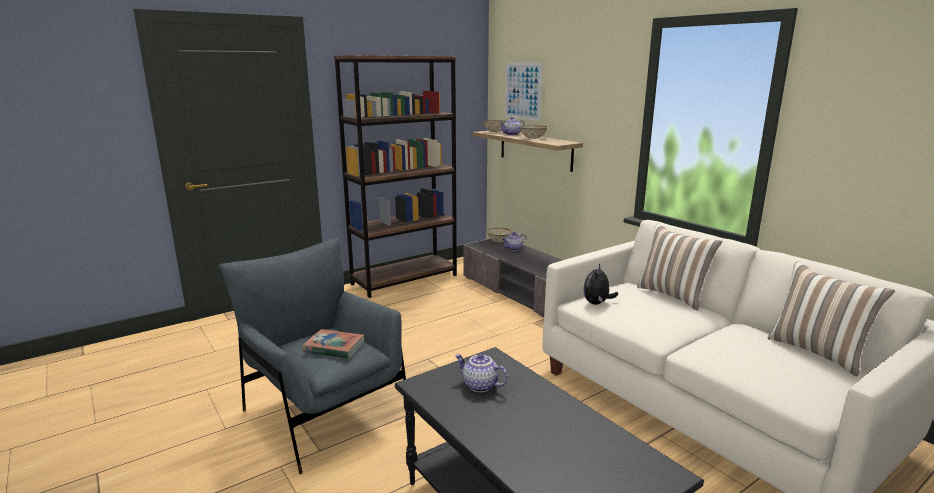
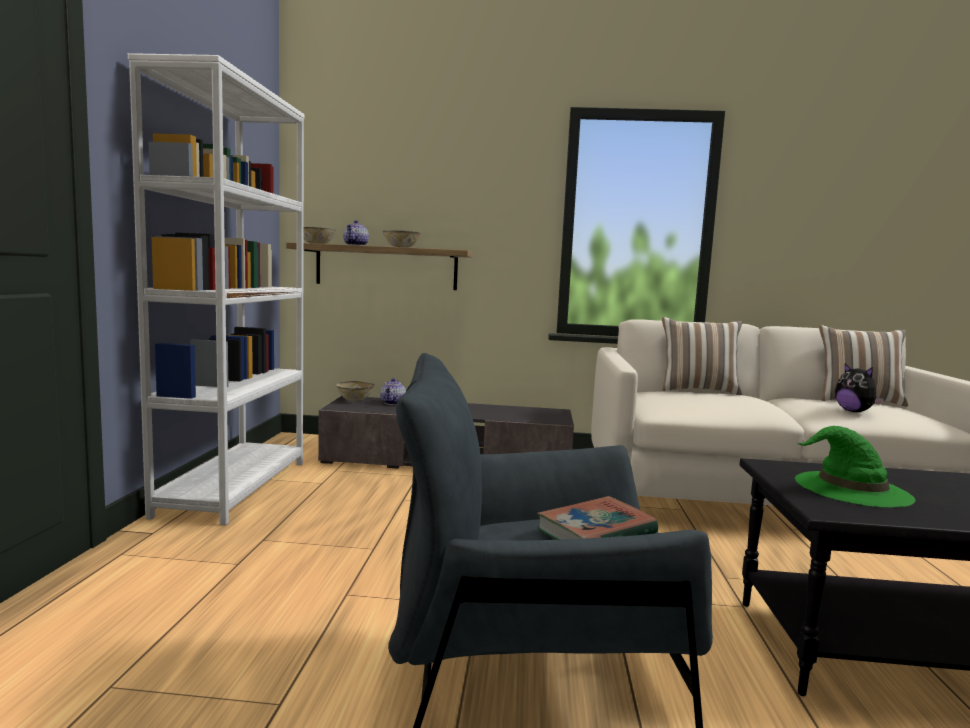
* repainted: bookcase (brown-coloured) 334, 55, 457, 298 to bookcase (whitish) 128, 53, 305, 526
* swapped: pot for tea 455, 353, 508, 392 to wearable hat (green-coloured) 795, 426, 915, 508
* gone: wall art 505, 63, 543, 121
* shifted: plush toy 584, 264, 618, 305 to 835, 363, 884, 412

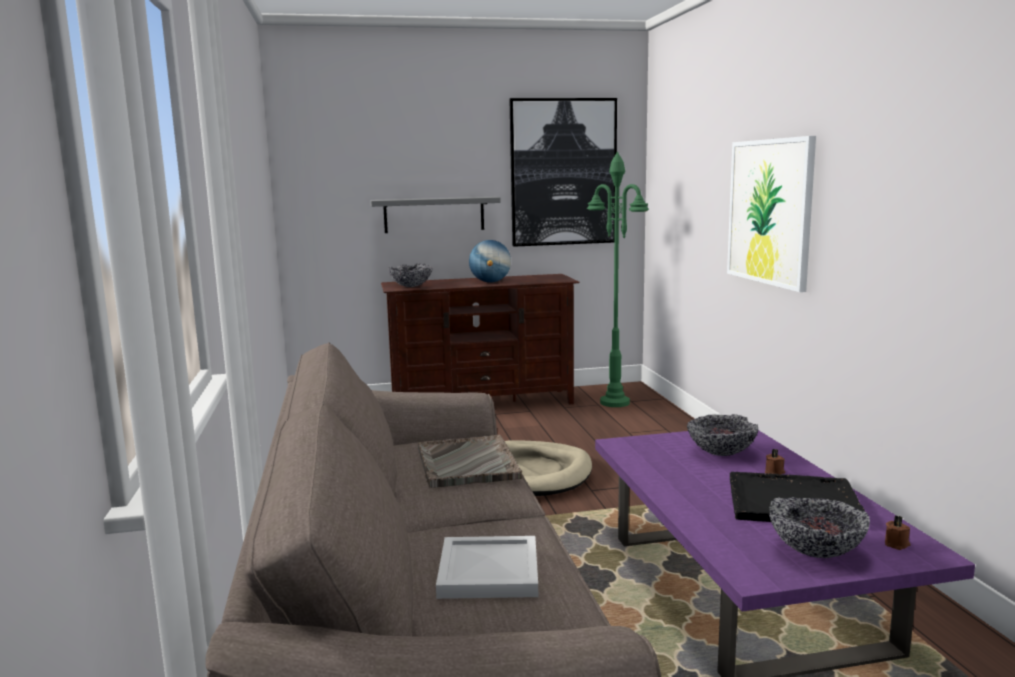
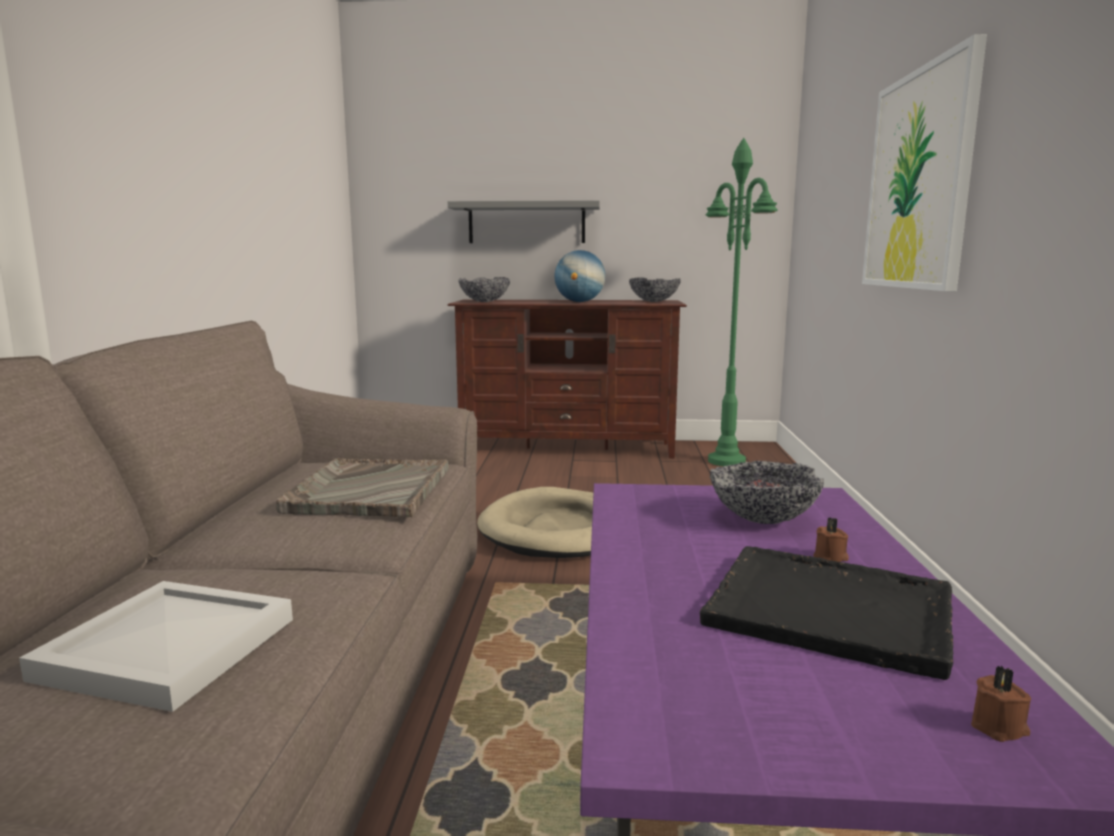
* gone: wall art 509, 98, 617, 247
* shifted: deep dish 769, 497, 870, 558 to 629, 278, 680, 302

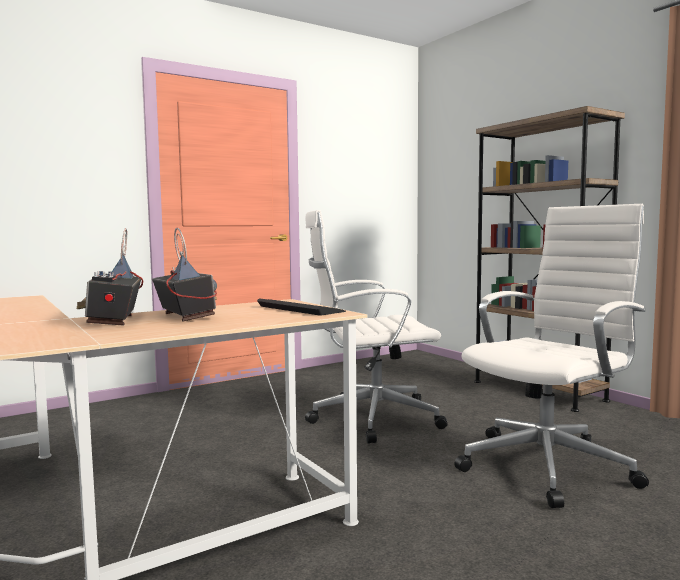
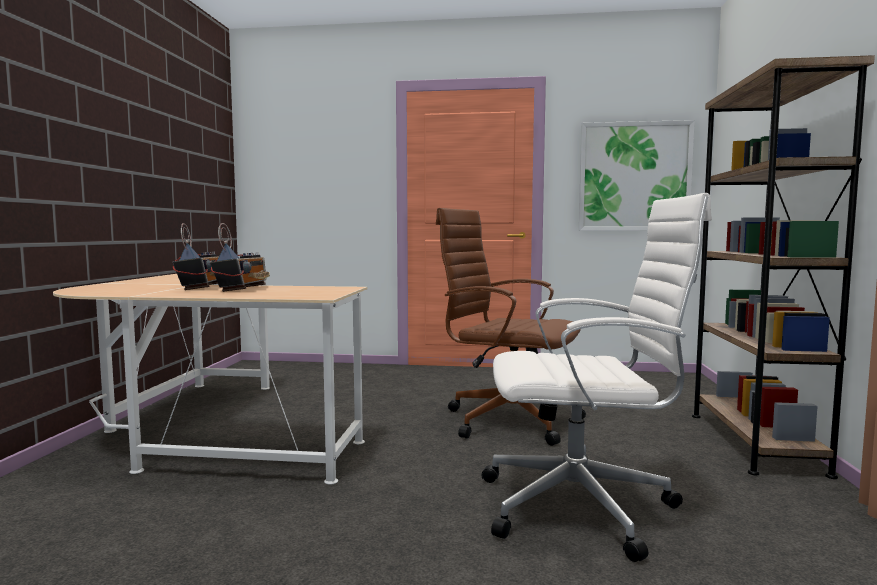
* rotated: radio set 77, 228, 143, 326 = 172, 223, 219, 290 150 degrees clockwise
* gone: keyboard 257, 299, 346, 316
* repainted: computer chair (whitish) 305, 210, 447, 444 to computer chair (brown-coloured) 436, 208, 586, 446
* new: wall art 579, 120, 695, 231

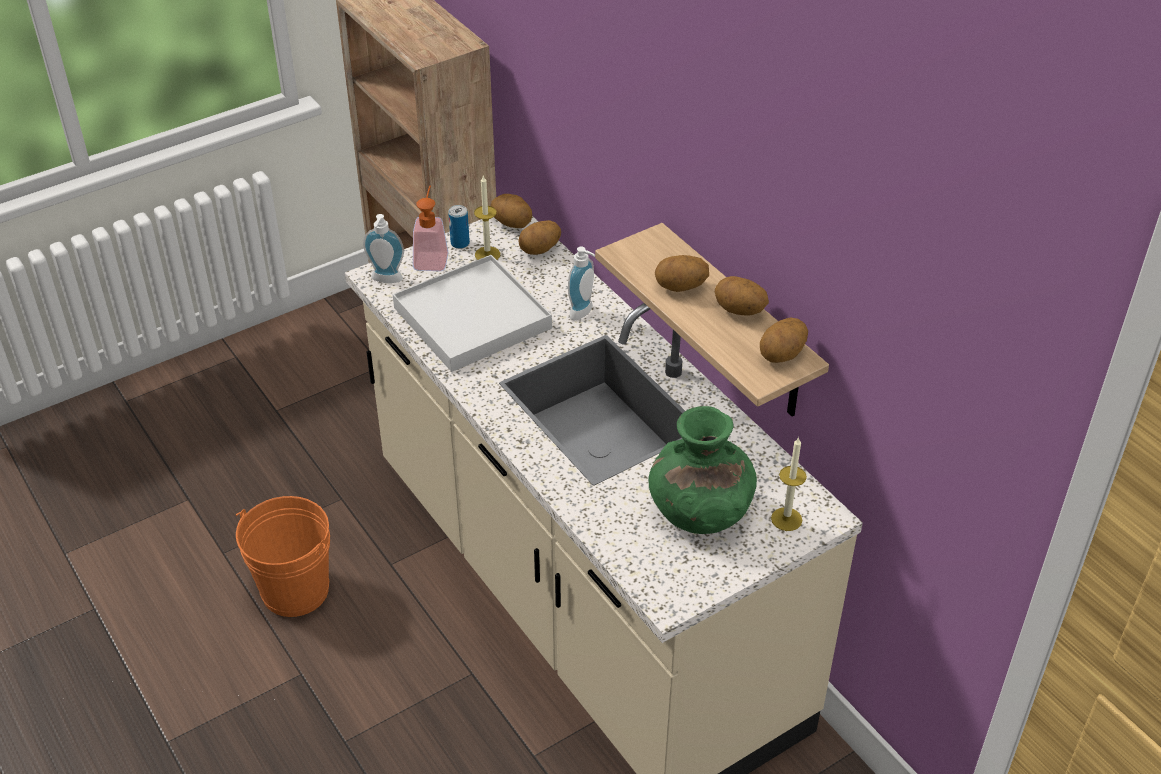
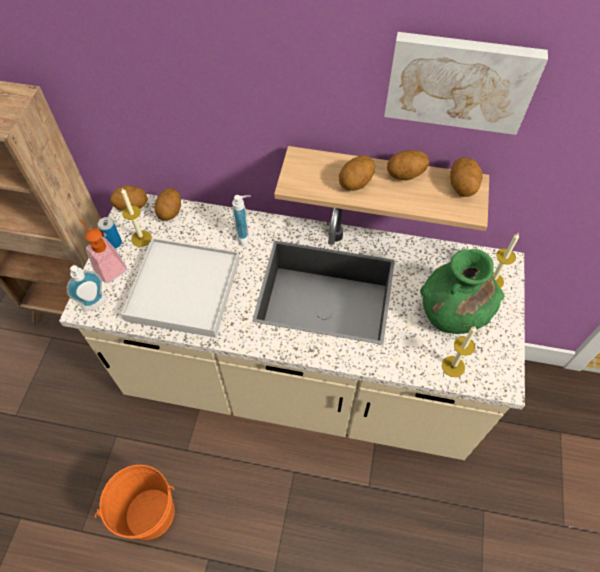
* new: wall art 384, 32, 548, 135
* new: wax light 442, 326, 477, 377

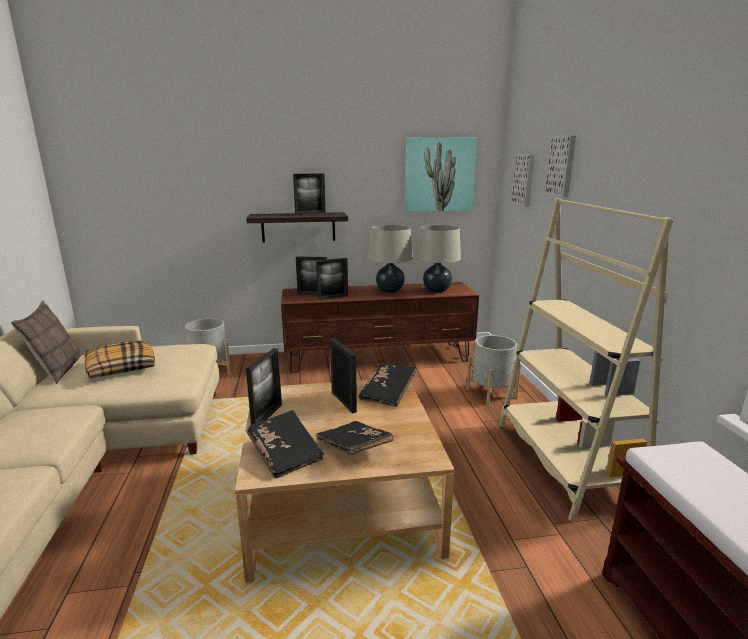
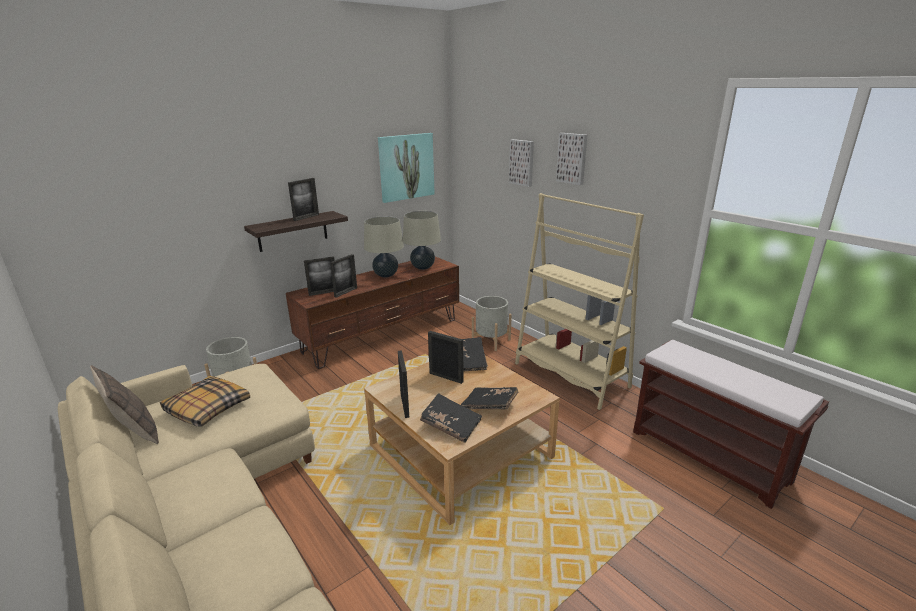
* shifted: wall art 511, 154, 535, 206 to 556, 133, 587, 185

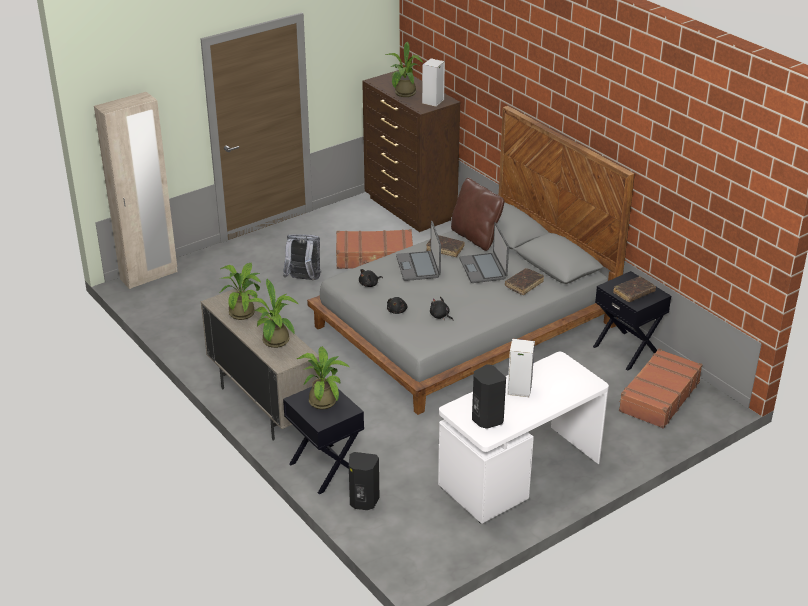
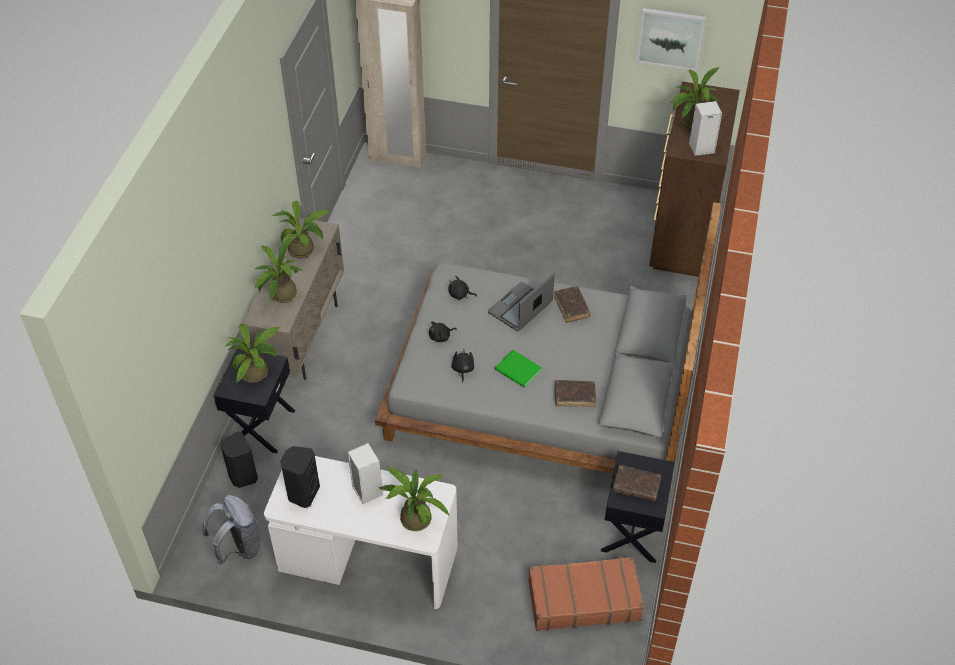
* shifted: backpack (greyish) 283, 234, 321, 280 to 203, 495, 261, 565
* gone: travel case (brown-coloured) 336, 229, 413, 269
* gone: throw pillow (brown-coloured) 451, 178, 504, 251
* gone: laptop 459, 222, 509, 283
* new: houseplant 379, 466, 450, 531
* new: book (green-coloured) 494, 350, 542, 388
* new: wall art 636, 8, 706, 71

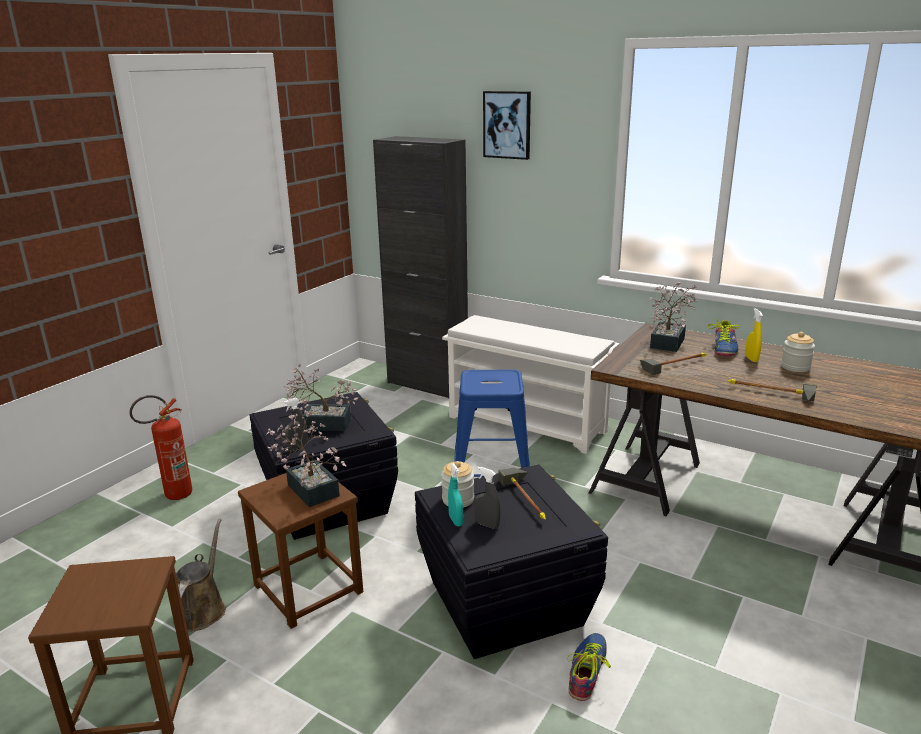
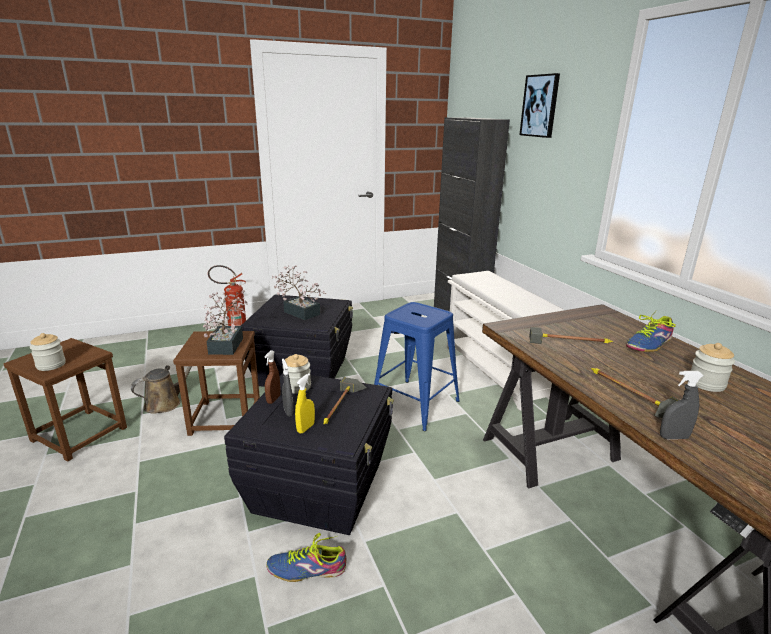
* shifted: sprayer (greyish) 284, 398, 308, 450 to 660, 371, 704, 439
* repainted: sprayer (turquoise-coloured) 448, 463, 463, 526 to sprayer (brown-coloured) 264, 350, 281, 404
* rotated: item of footwear 567, 633, 611, 701 = 266, 533, 346, 582 150 degrees counterclockwise
* gone: houseplant 649, 282, 697, 352
* shifted: sprayer (yellow-coloured) 745, 308, 763, 362 to 295, 373, 315, 434
* new: storage jar 30, 333, 66, 371

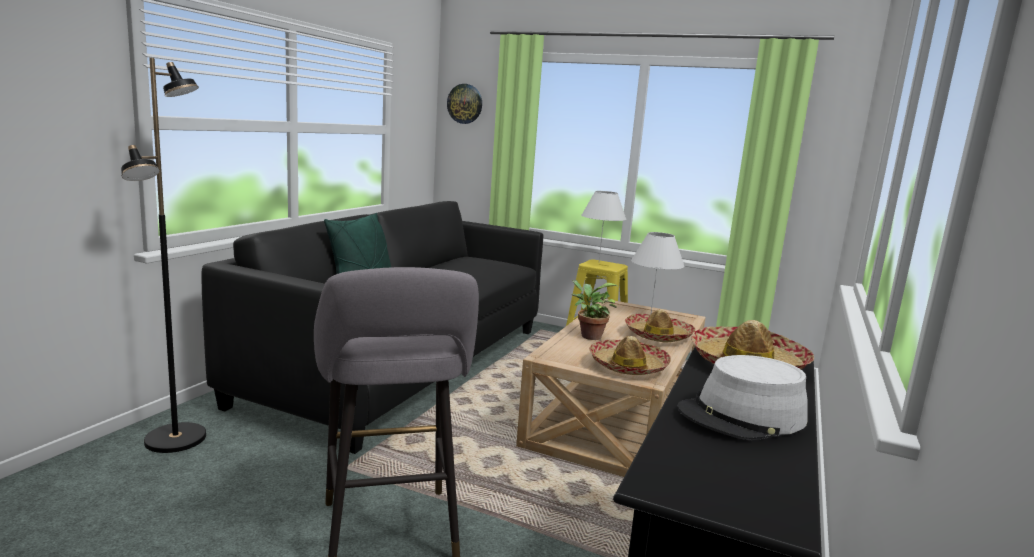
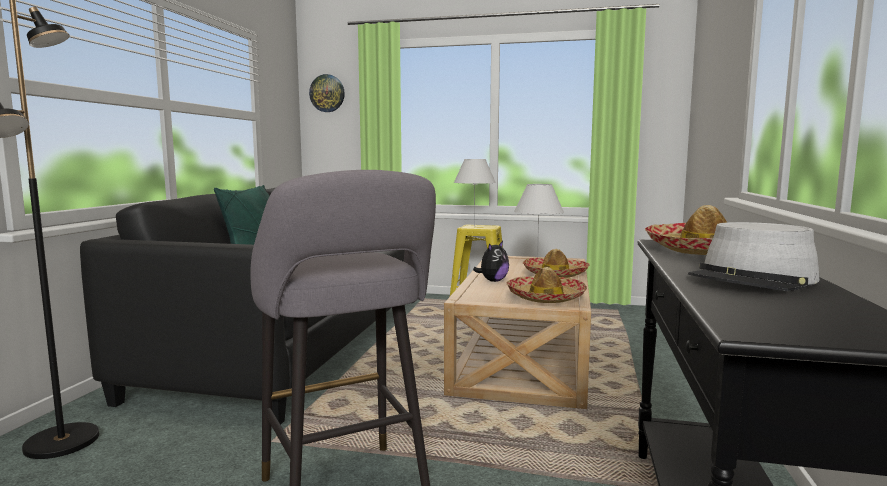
* swapped: houseplant 572, 280, 617, 340 to plush toy 473, 241, 509, 282

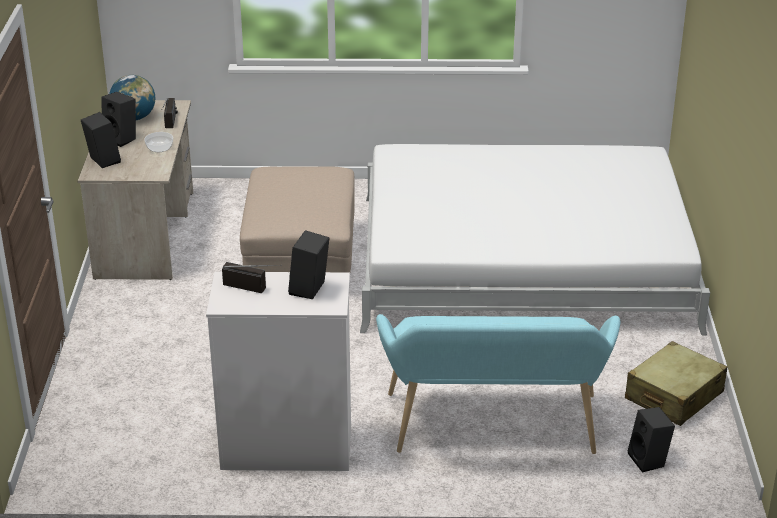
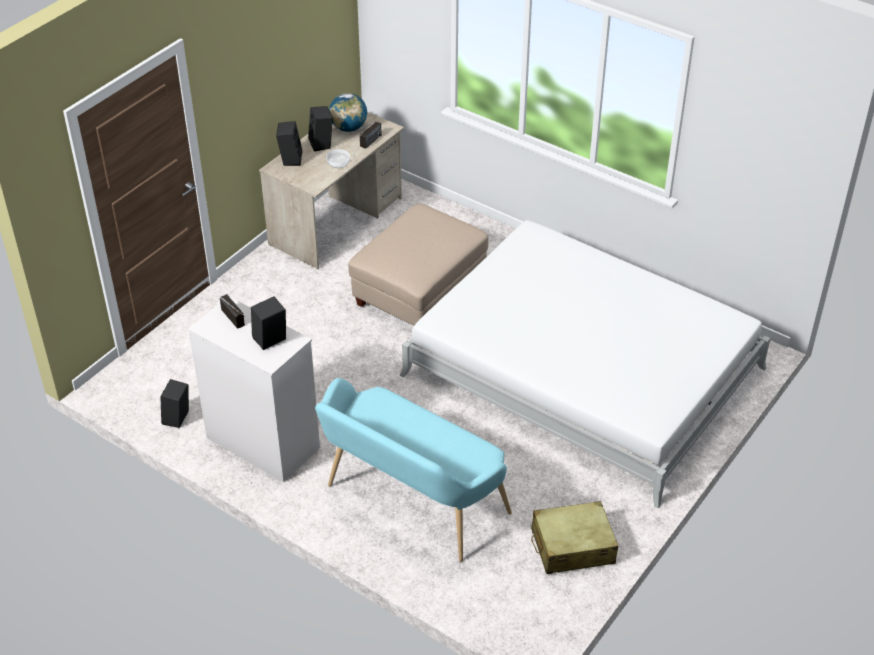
* shifted: loudspeaker (black-coloured) 628, 407, 675, 473 to 160, 379, 189, 428

